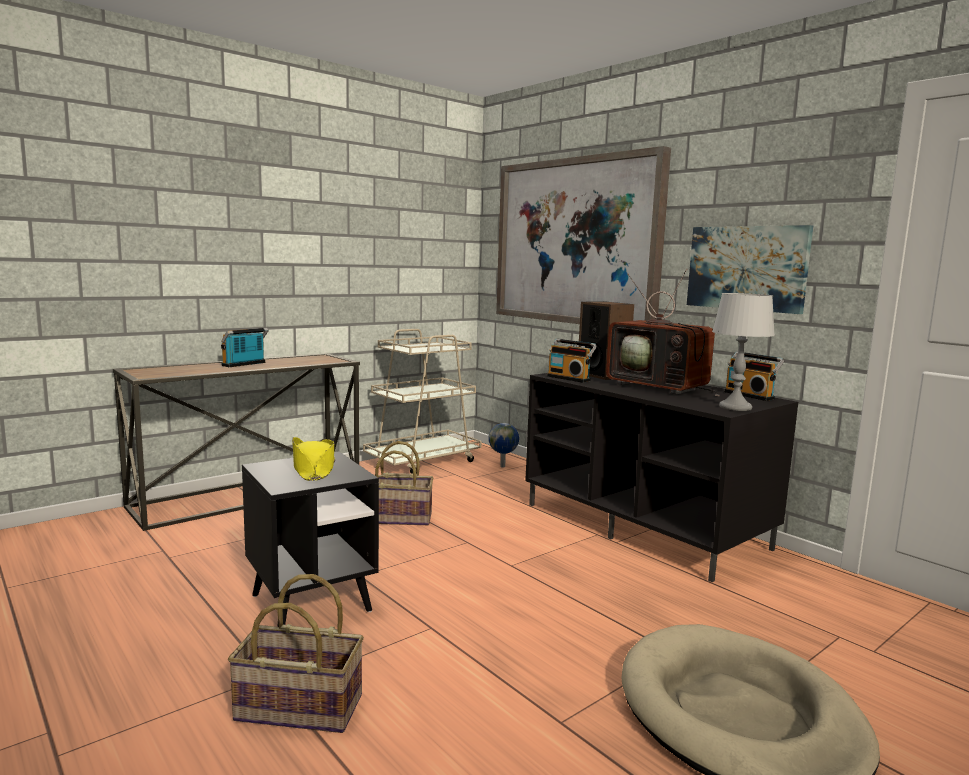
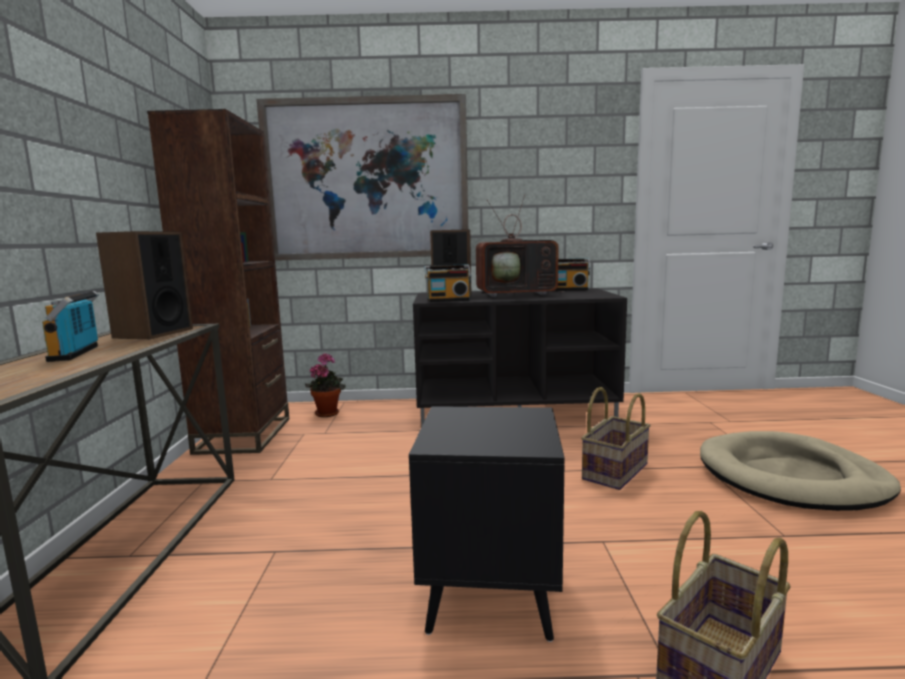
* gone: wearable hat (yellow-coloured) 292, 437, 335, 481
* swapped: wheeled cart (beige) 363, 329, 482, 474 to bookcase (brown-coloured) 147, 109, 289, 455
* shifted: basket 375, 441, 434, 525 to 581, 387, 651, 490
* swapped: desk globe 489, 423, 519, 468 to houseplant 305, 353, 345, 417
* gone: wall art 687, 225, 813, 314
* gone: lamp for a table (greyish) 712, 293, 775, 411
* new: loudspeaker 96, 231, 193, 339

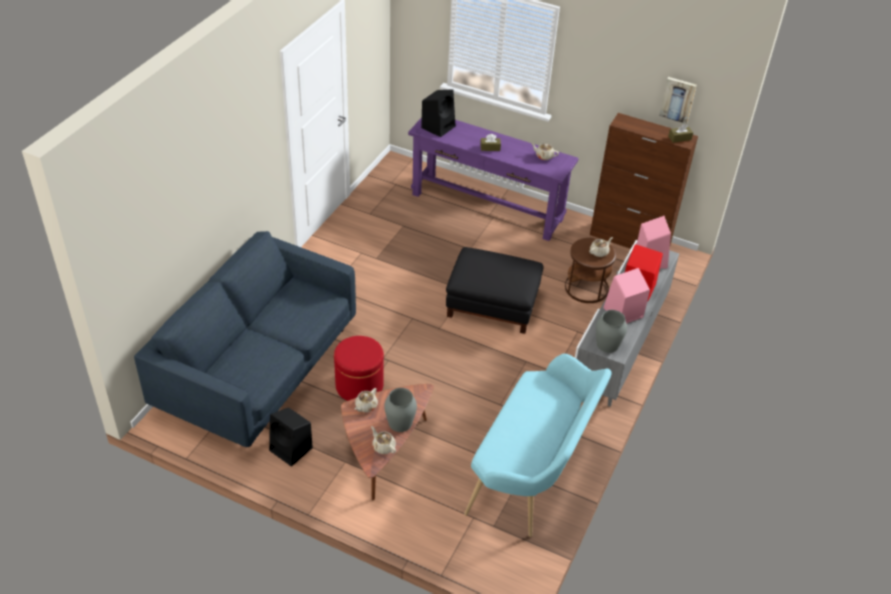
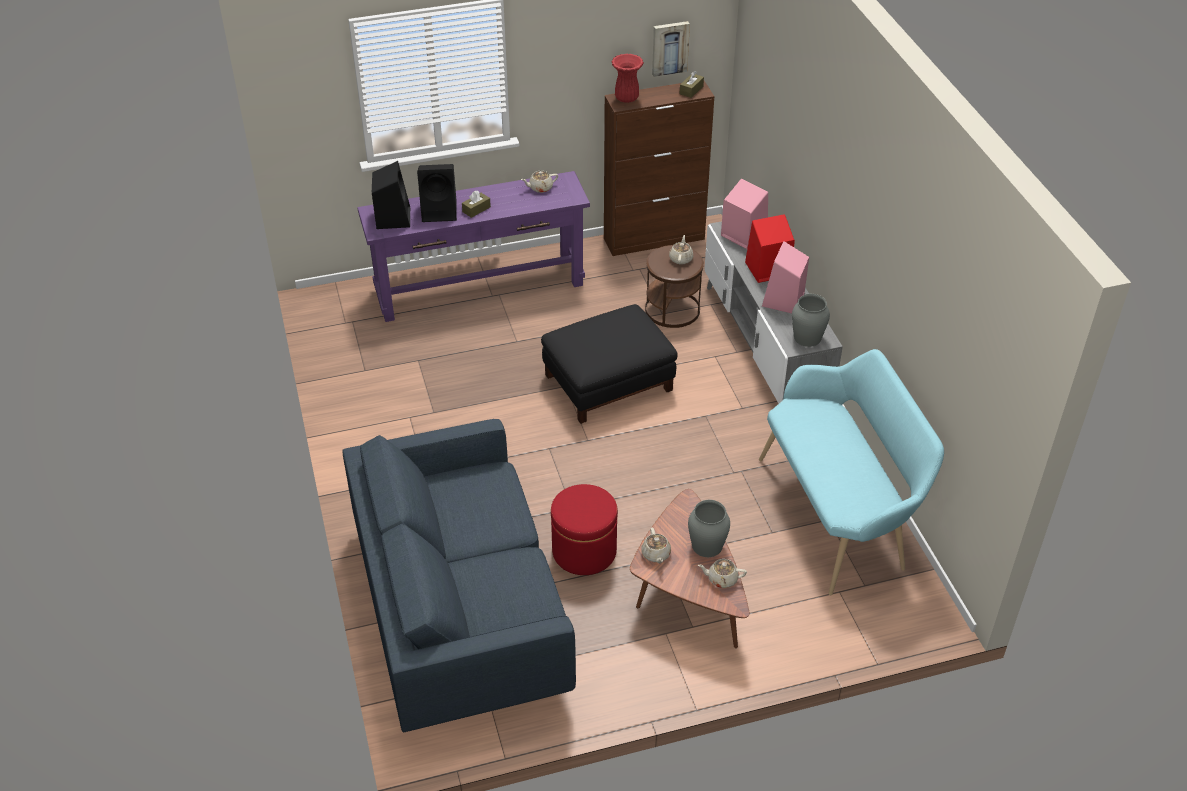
* shifted: loudspeaker (black-coloured) 269, 407, 313, 467 to 417, 164, 457, 222
* new: decorative vase (red) 612, 54, 644, 103

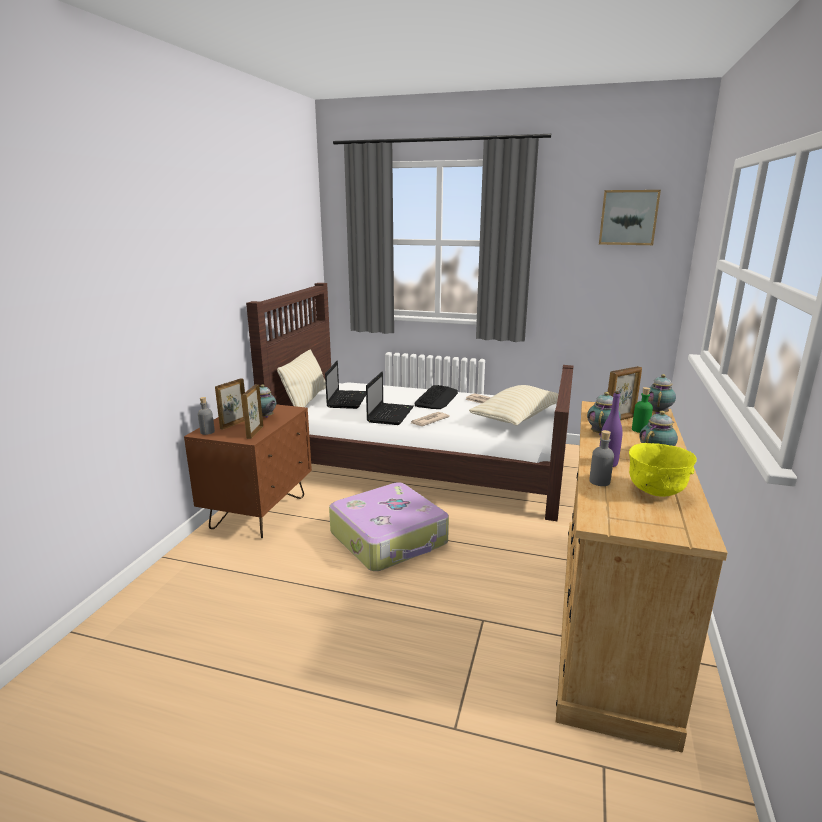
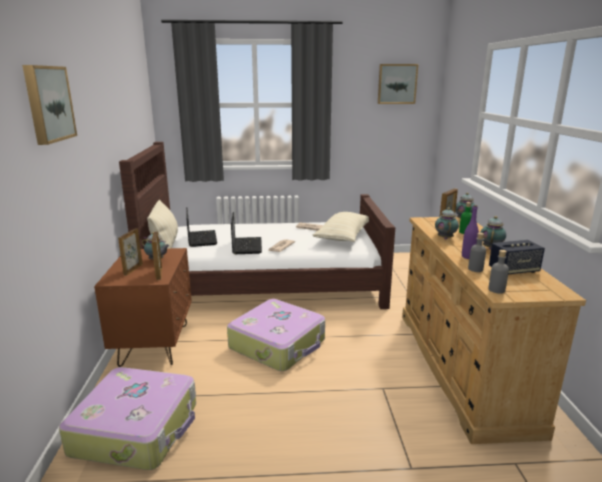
* shifted: beverage bottle (greyish) 198, 397, 215, 435 to 488, 250, 509, 294
* gone: keyboard 414, 385, 458, 409
* swapped: deep dish (yellow-coloured) 629, 443, 697, 497 to loudspeaker 489, 240, 545, 274
* new: wall art 22, 65, 77, 145
* new: travel case 59, 367, 196, 470

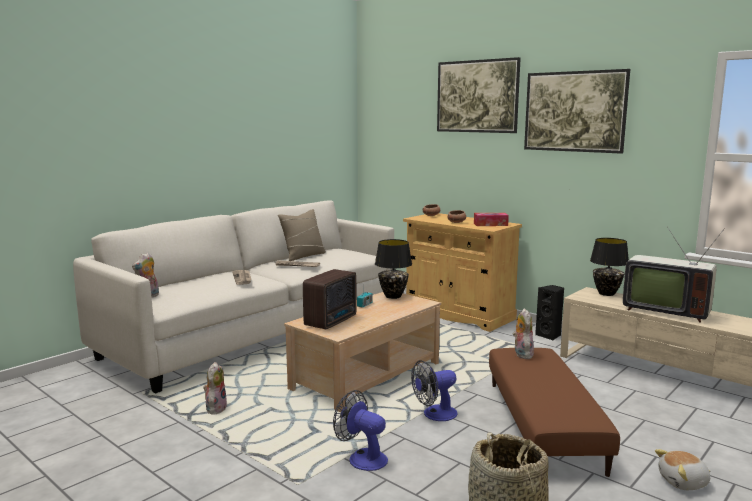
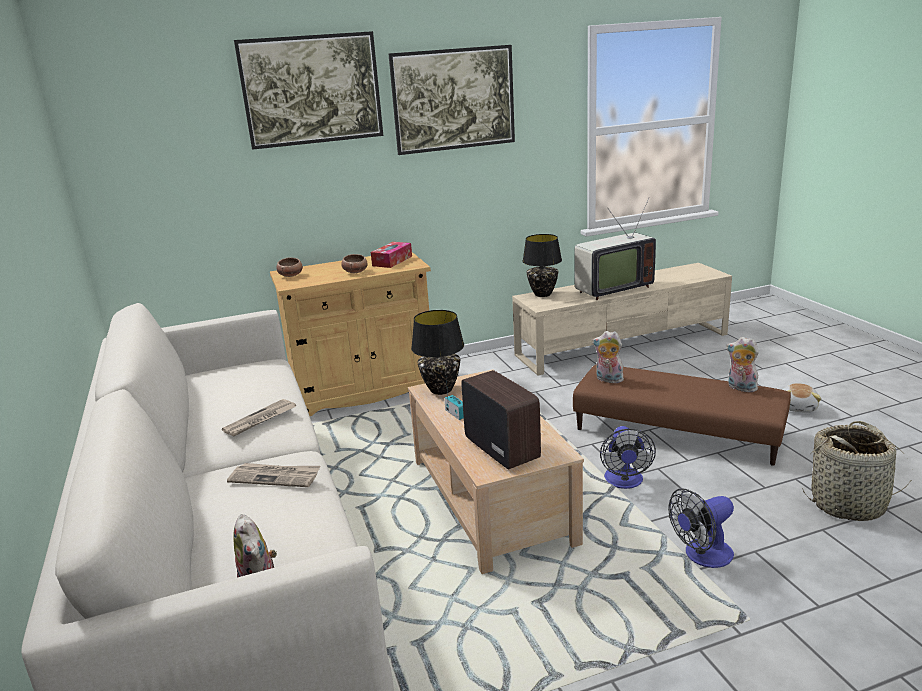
* shifted: plush toy 203, 362, 227, 415 to 726, 337, 759, 392
* gone: throw pillow (beige) 278, 209, 326, 261
* gone: loudspeaker (black-coloured) 535, 285, 564, 341

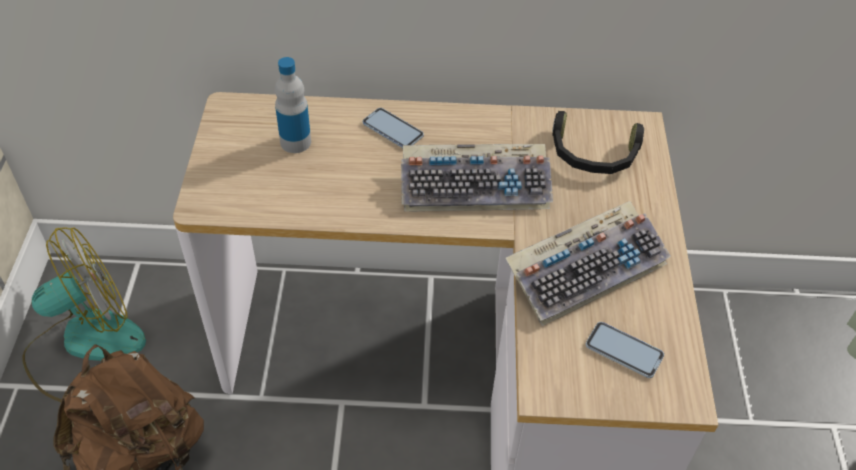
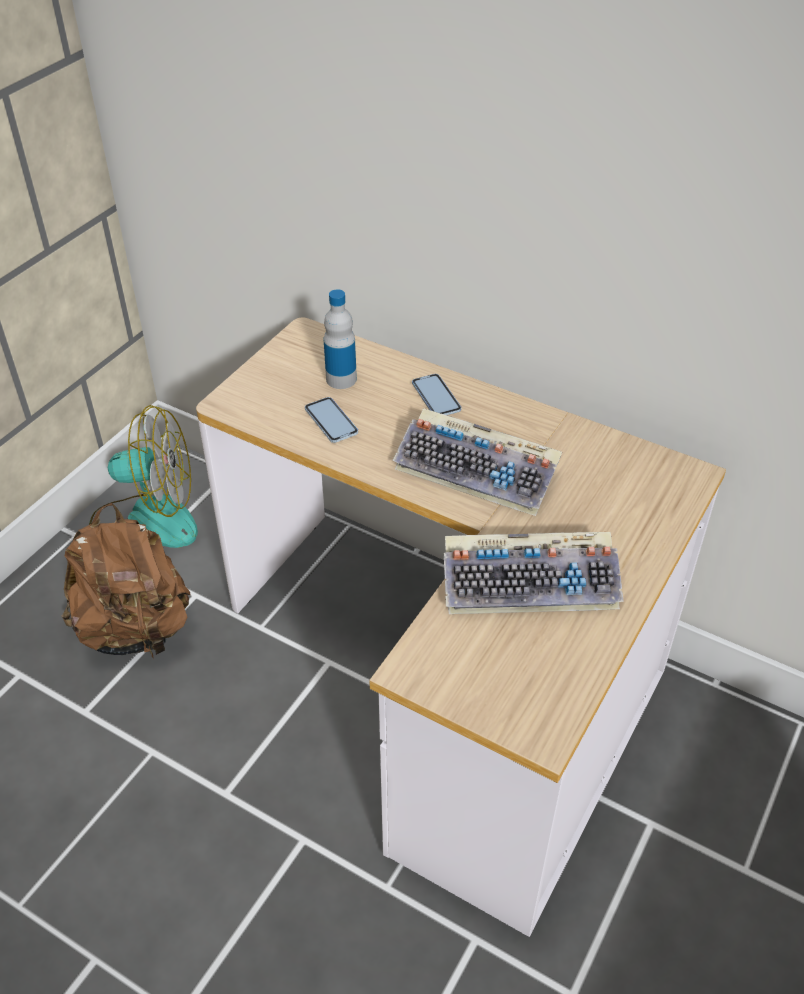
* gone: pair of headphones (black-coloured) 552, 111, 644, 174
* shifted: handset 585, 322, 664, 378 to 305, 397, 358, 443

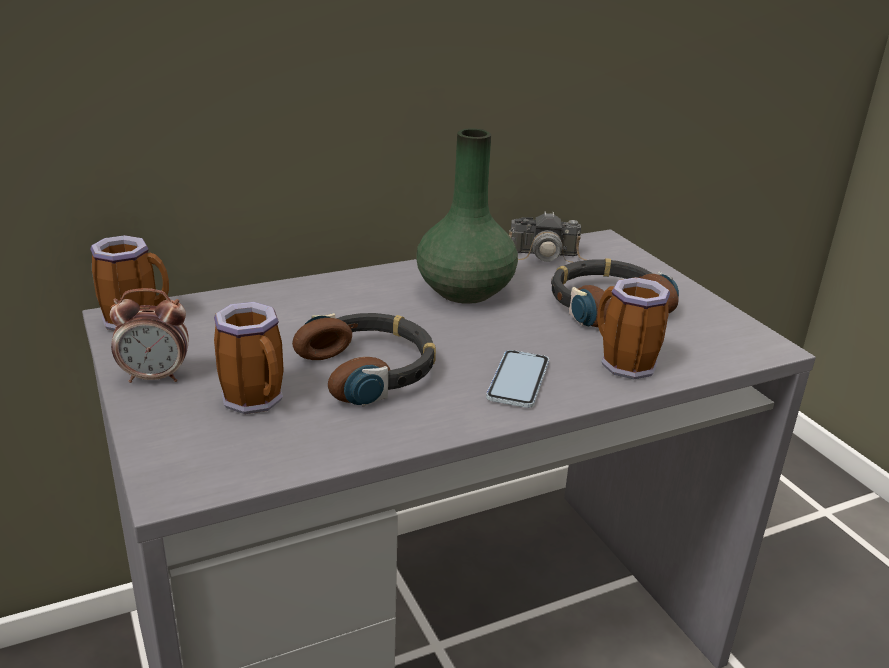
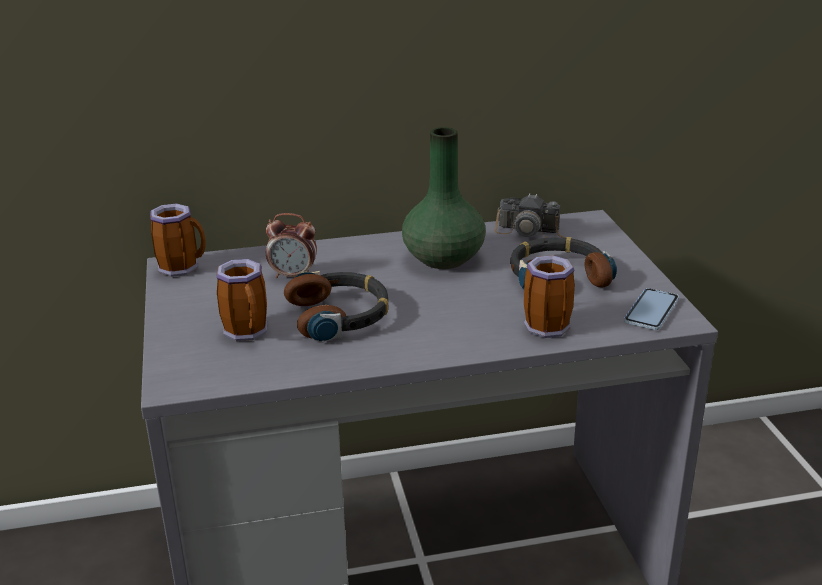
* shifted: alarm clock 110, 288, 189, 383 to 266, 213, 317, 278
* shifted: handset 486, 350, 549, 408 to 624, 288, 679, 330

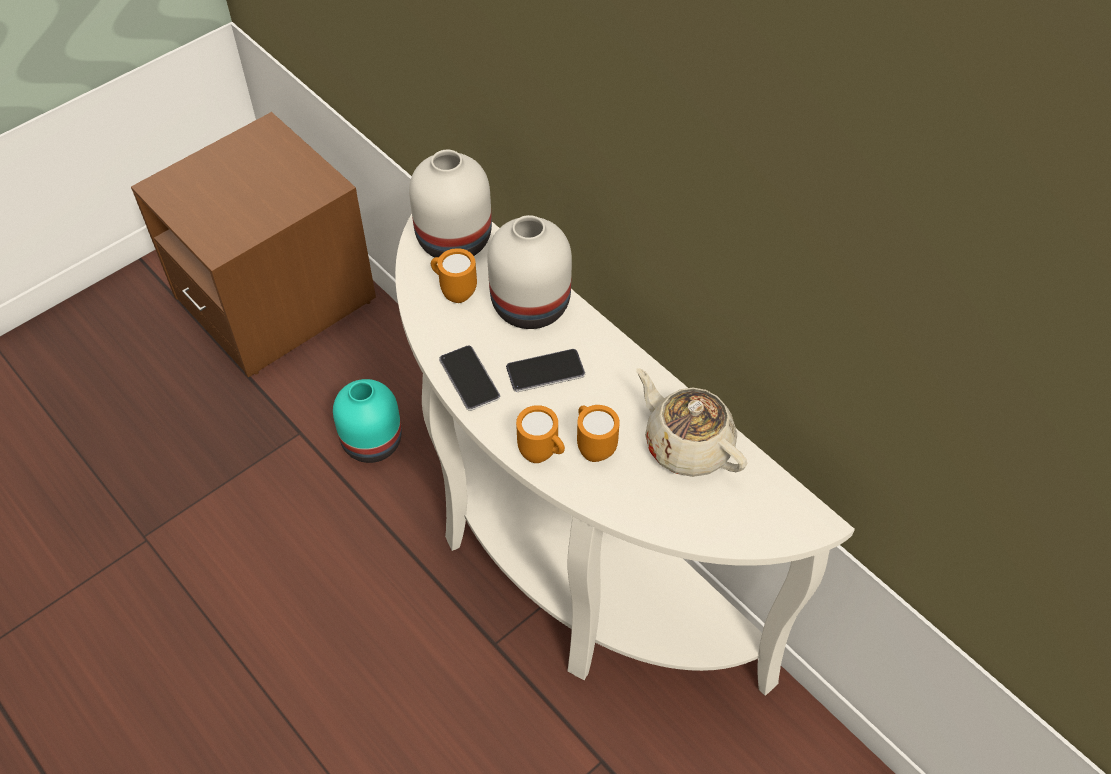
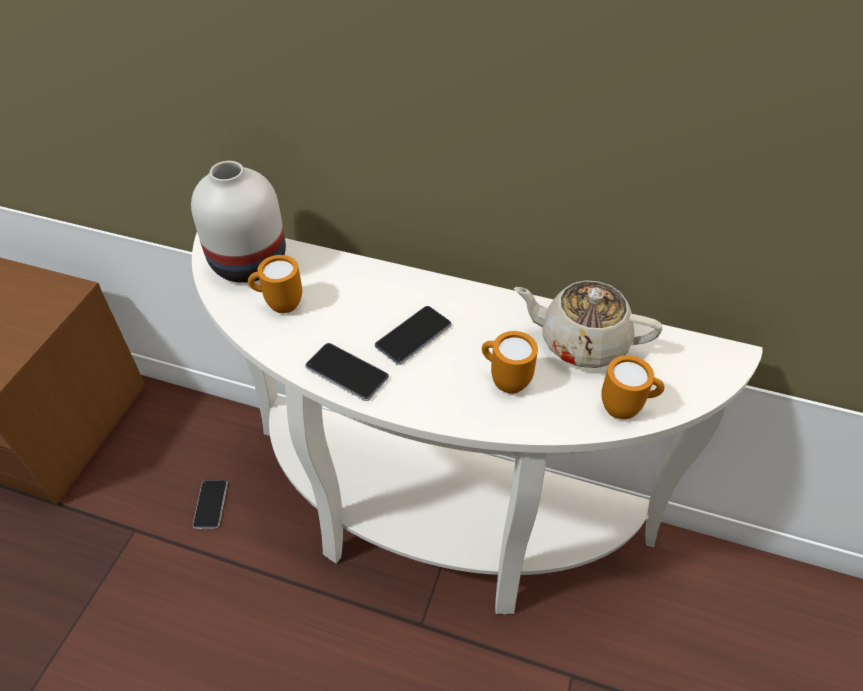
* swapped: decorative vase (turquoise-coloured) 333, 379, 402, 463 to handset 192, 480, 228, 529
* gone: decorative vase (whitish) 487, 215, 572, 329
* shifted: coffee mug (orange) 516, 405, 565, 463 to 601, 355, 665, 419

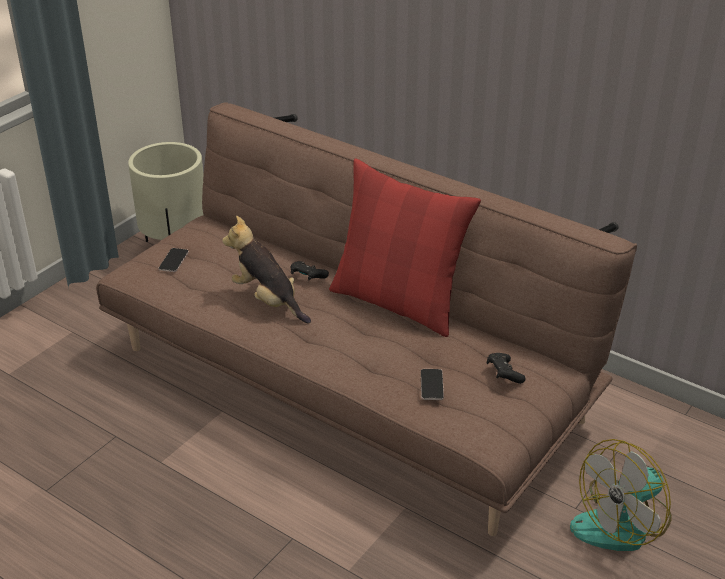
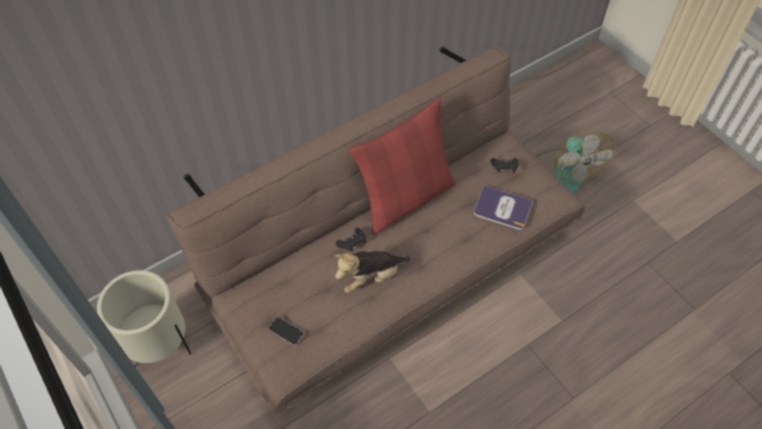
* swapped: handset 421, 369, 444, 400 to book 474, 186, 533, 230

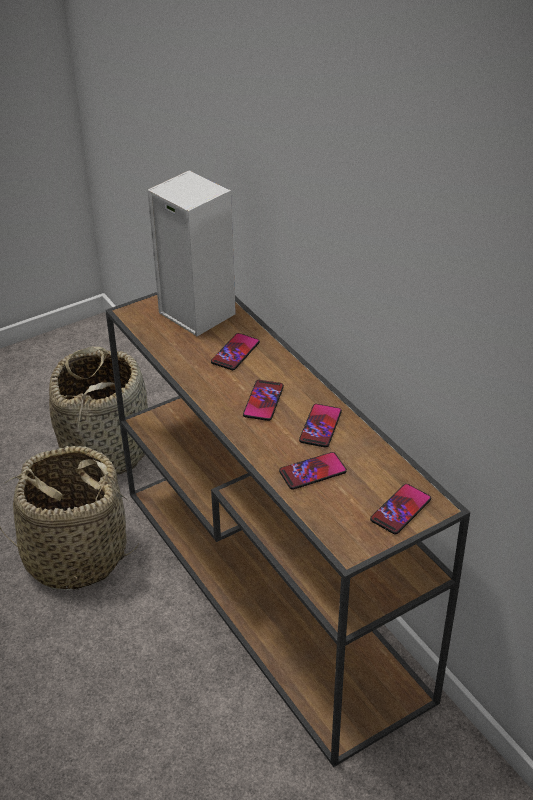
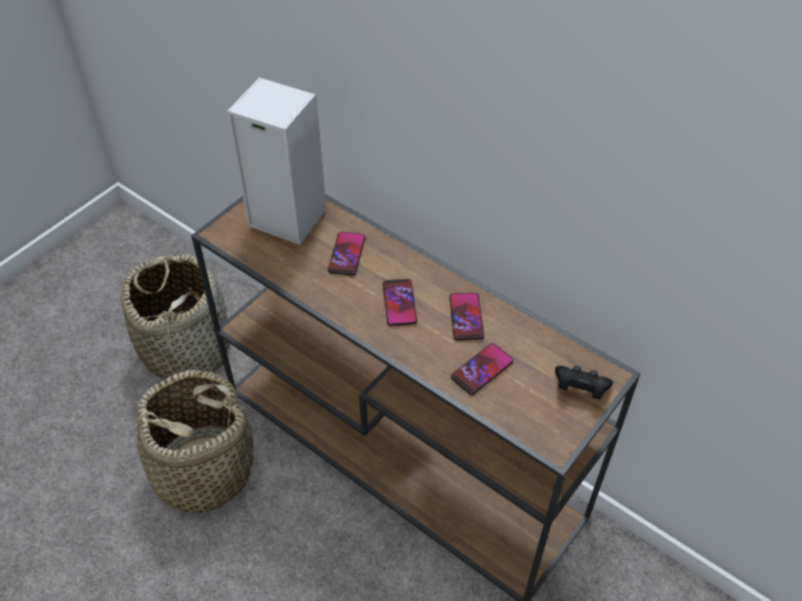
* swapped: handset 370, 484, 431, 534 to joypad (black-coloured) 555, 366, 613, 400

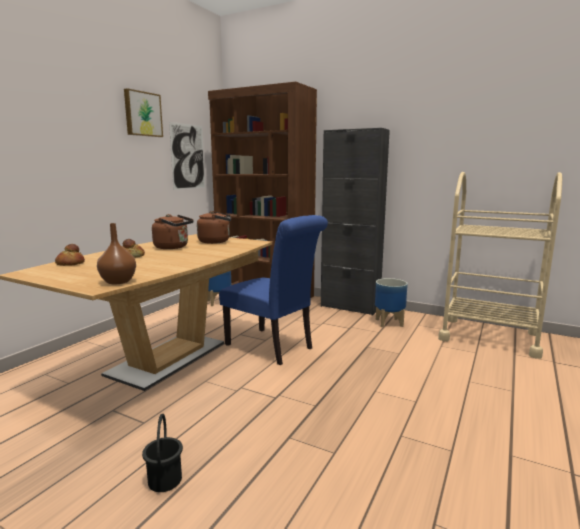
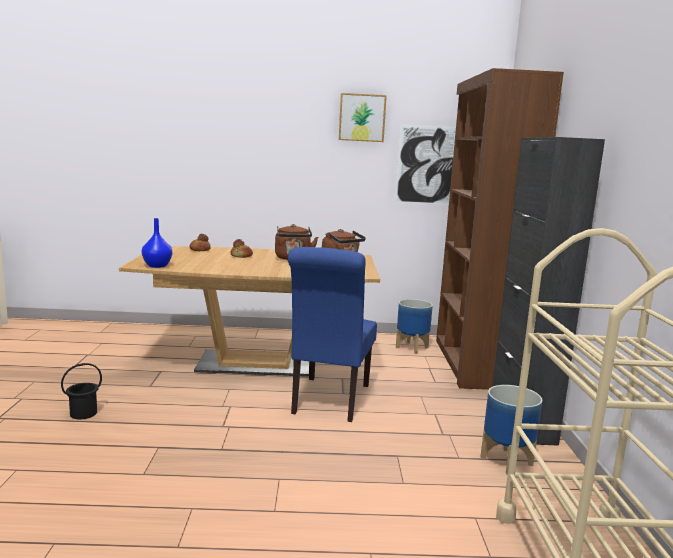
* repainted: decorative vase (brown-coloured) 97, 223, 136, 284 to decorative vase (blue) 142, 218, 172, 268

